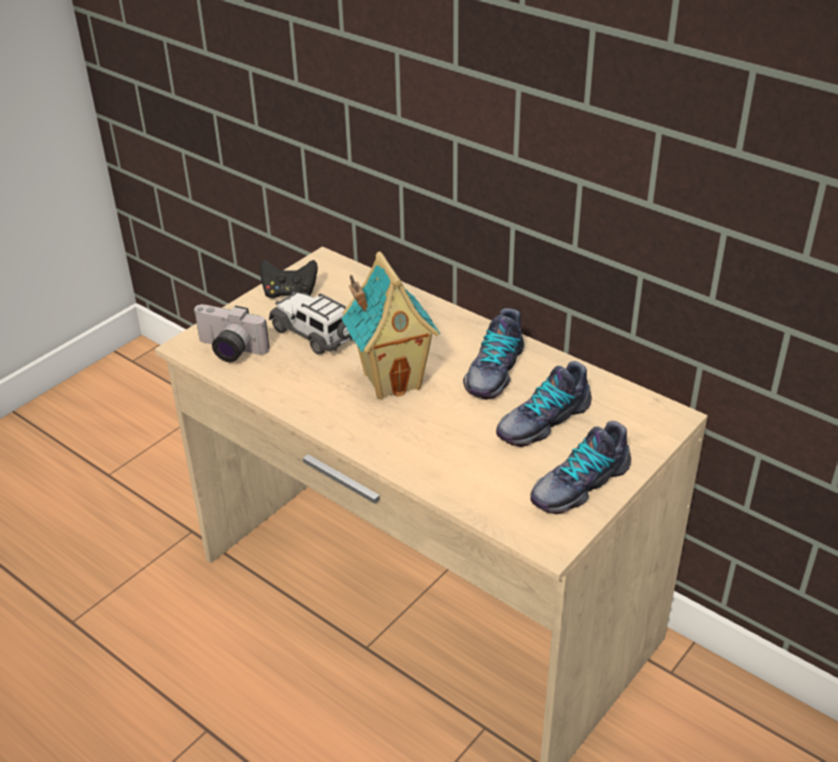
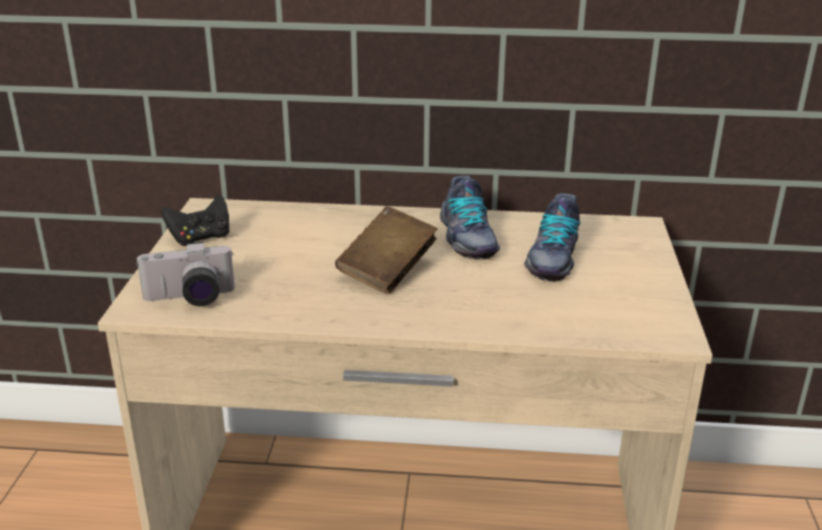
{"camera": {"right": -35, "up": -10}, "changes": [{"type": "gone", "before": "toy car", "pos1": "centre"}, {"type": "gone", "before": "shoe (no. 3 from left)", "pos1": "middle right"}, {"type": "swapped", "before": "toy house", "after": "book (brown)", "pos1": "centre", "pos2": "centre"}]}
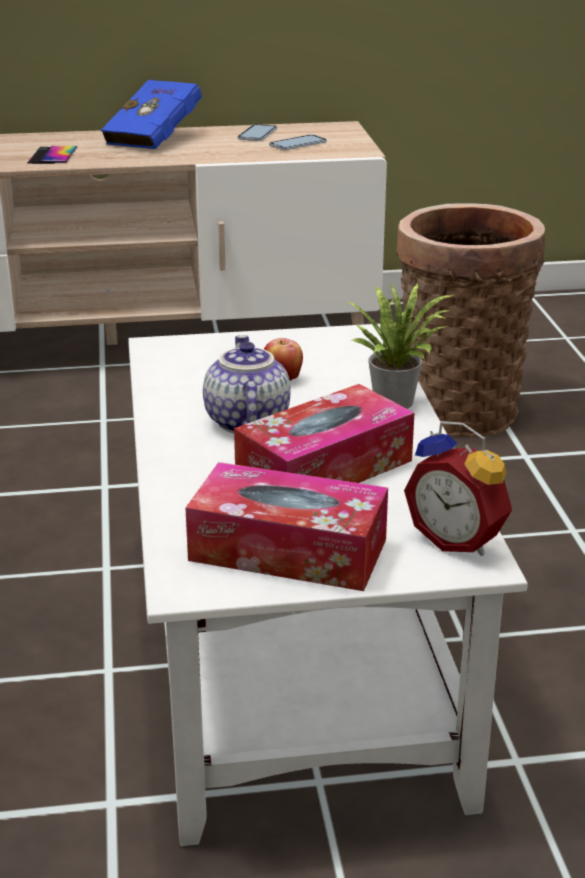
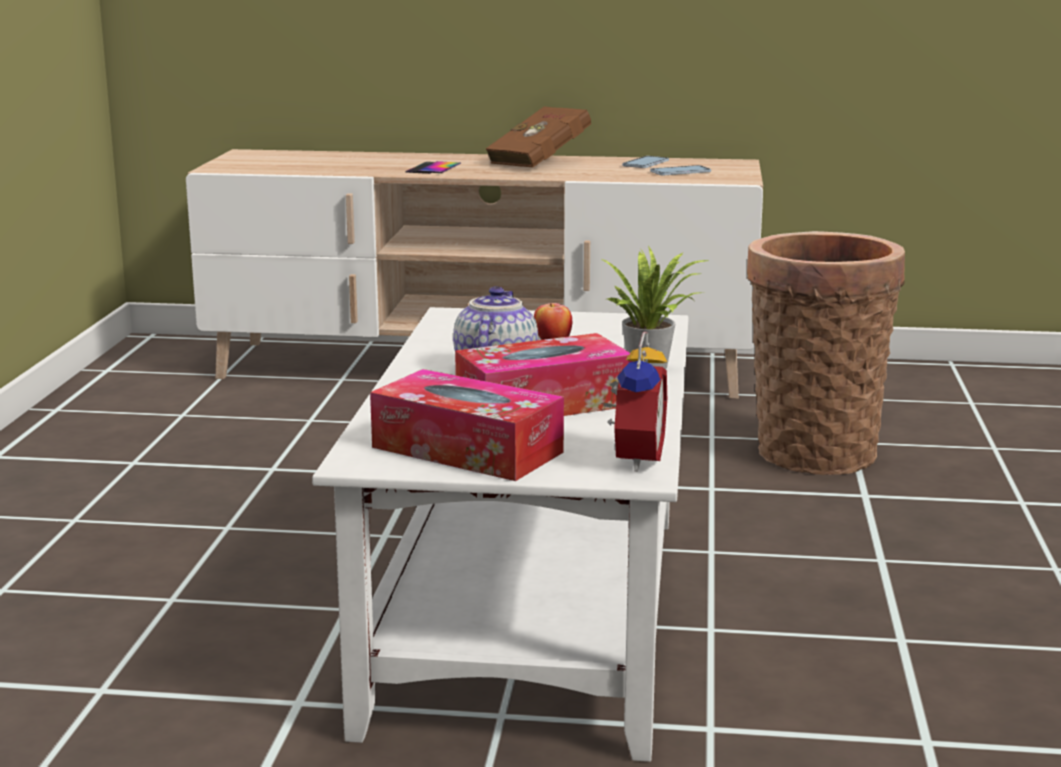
{"camera": {"right": 15, "up": -10}, "changes": [{"type": "repainted", "before": "book (blue)", "after": "book (brown)", "pos1": "top left", "pos2": "top centre"}, {"type": "rotated", "before": "alarm clock", "pos1": "middle right", "pos2": "centre", "turn": -135}]}
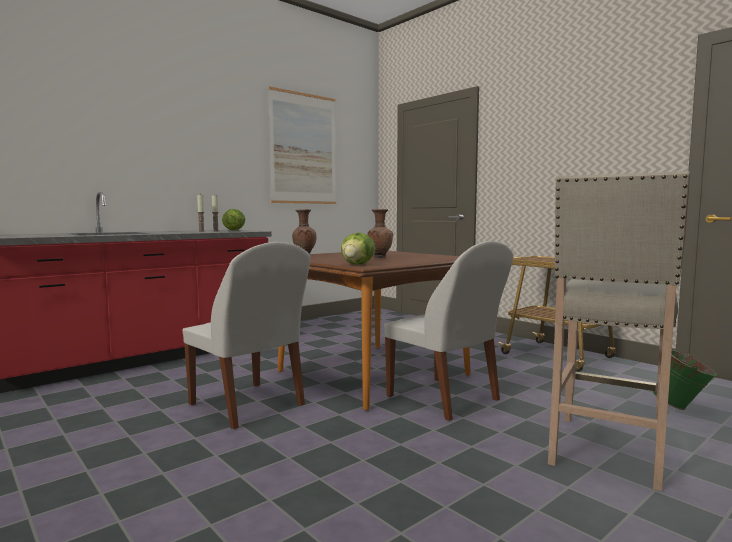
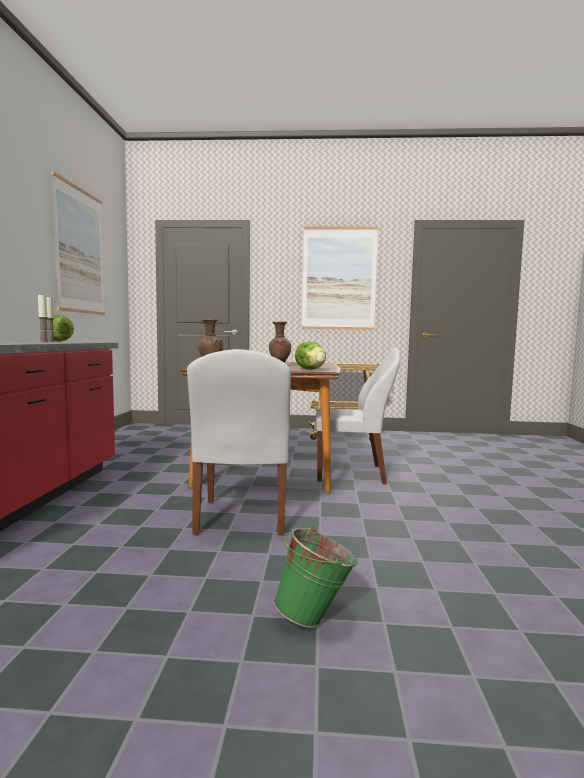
{"camera": {"right": -45, "up": 0}, "changes": [{"type": "gone", "before": "stool (beige)", "pos1": "middle right"}, {"type": "new", "after": "picture (no. 2 from left)", "pos2": "centre"}, {"type": "shifted", "before": "bucket (green)", "pos1": "bottom right", "pos2": "bottom centre"}, {"type": "rotated", "before": "chair (white) (no. 1 from left)", "pos1": "centre", "pos2": "centre", "turn": 90}]}
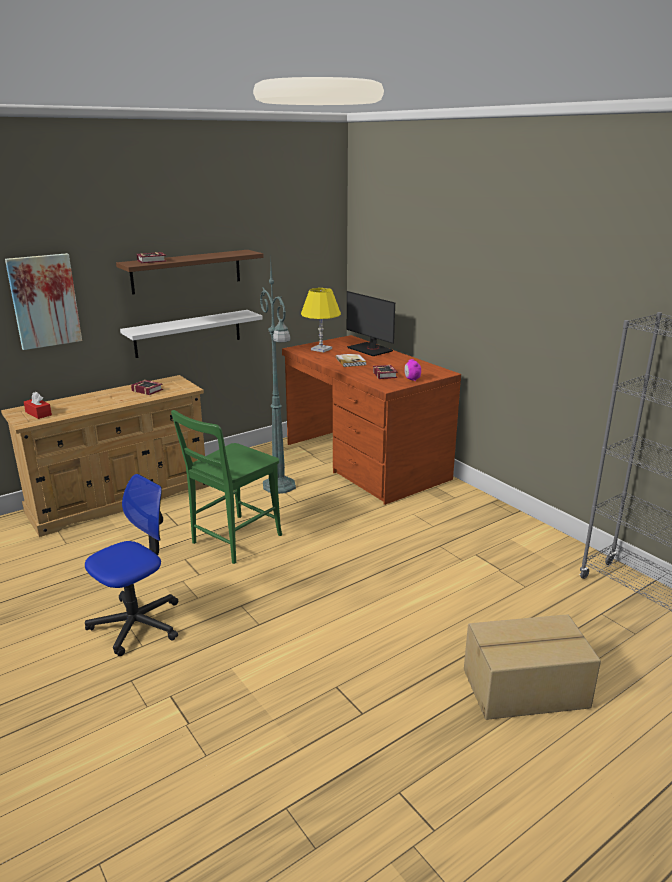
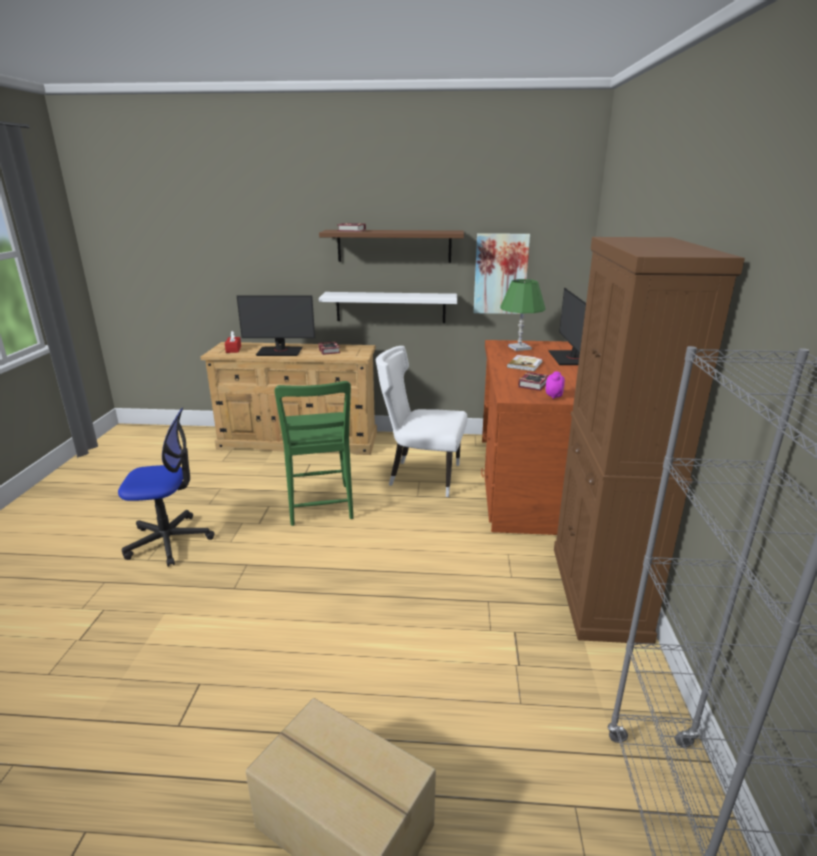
{"camera": {"right": 40, "up": 0}, "changes": [{"type": "new", "after": "monitor (no. 1 from left)", "pos2": "centre"}, {"type": "new", "after": "cabinet (brown)", "pos2": "middle right"}, {"type": "shifted", "before": "picture", "pos1": "middle left", "pos2": "top centre"}, {"type": "swapped", "before": "floor lamp (green)", "after": "chair (white)", "pos1": "centre", "pos2": "centre"}, {"type": "repainted", "before": "table lamp (yellow)", "after": "table lamp (green)", "pos1": "centre", "pos2": "centre"}, {"type": "rotated", "before": "chair (green)", "pos1": "centre", "pos2": "centre", "turn": -90}]}
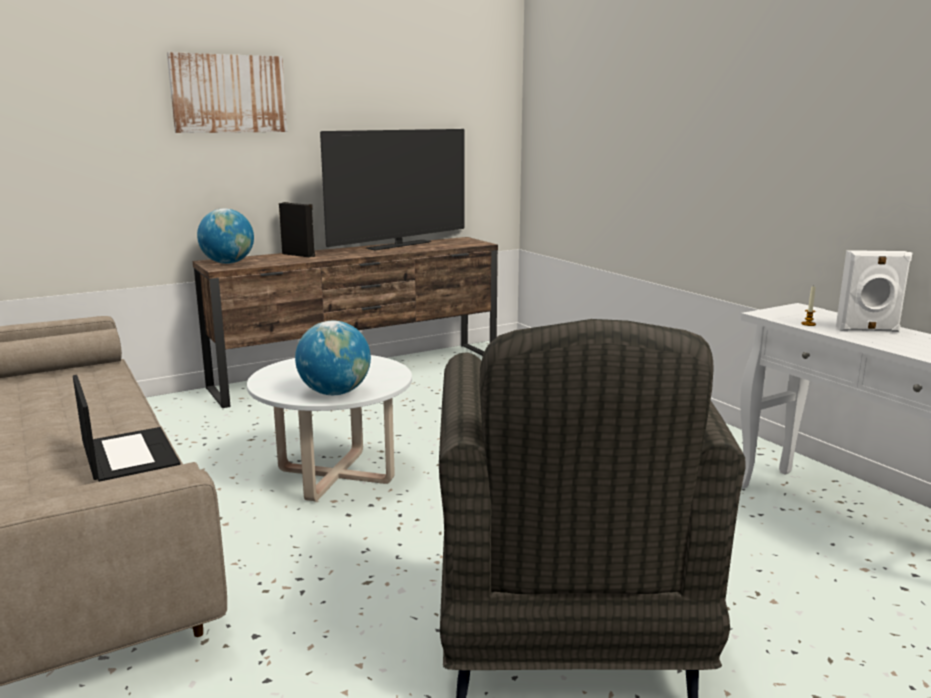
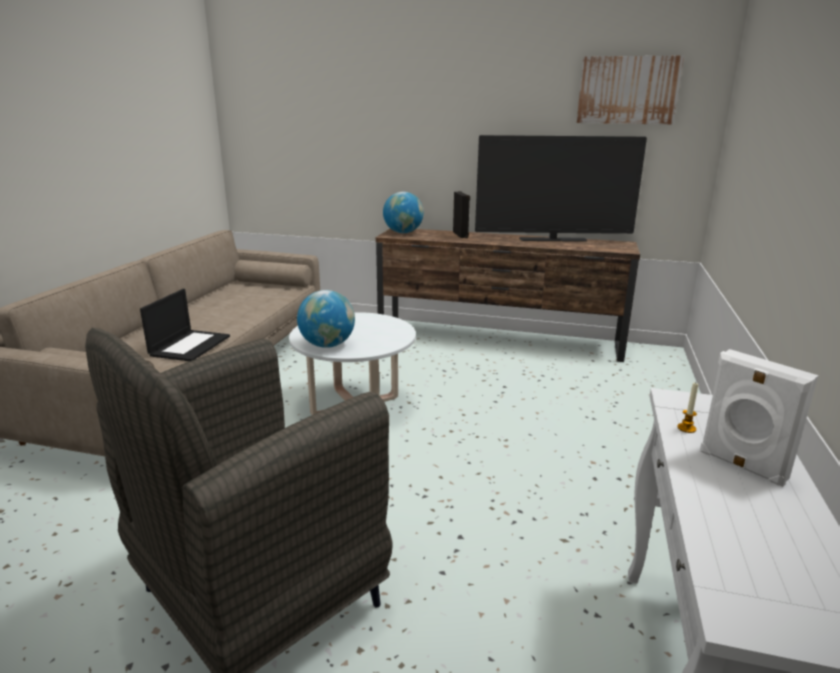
{"camera": {"right": 45, "up": 5}, "changes": [{"type": "shifted", "before": "picture", "pos1": "top left", "pos2": "top right"}]}
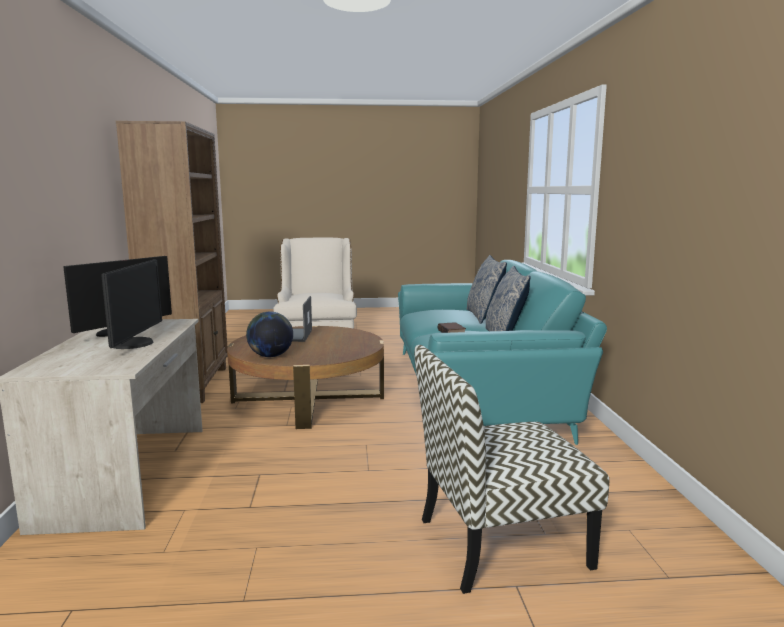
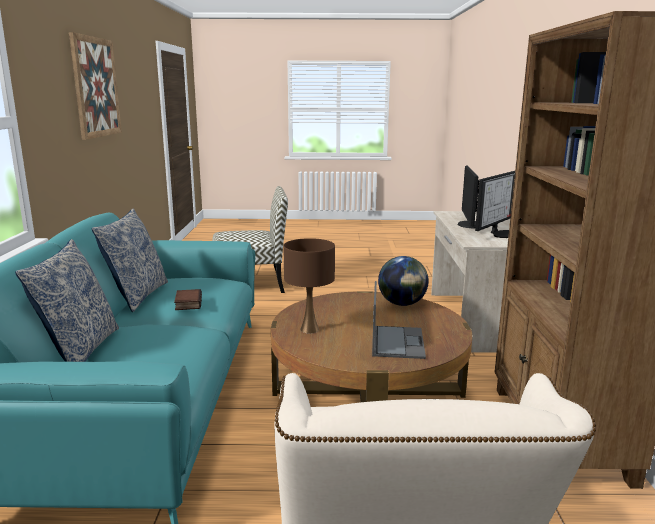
{"camera": {"right": -175, "up": 5}, "changes": [{"type": "new", "after": "picture", "pos2": "top left"}, {"type": "new", "after": "table lamp (brown)", "pos2": "centre"}]}
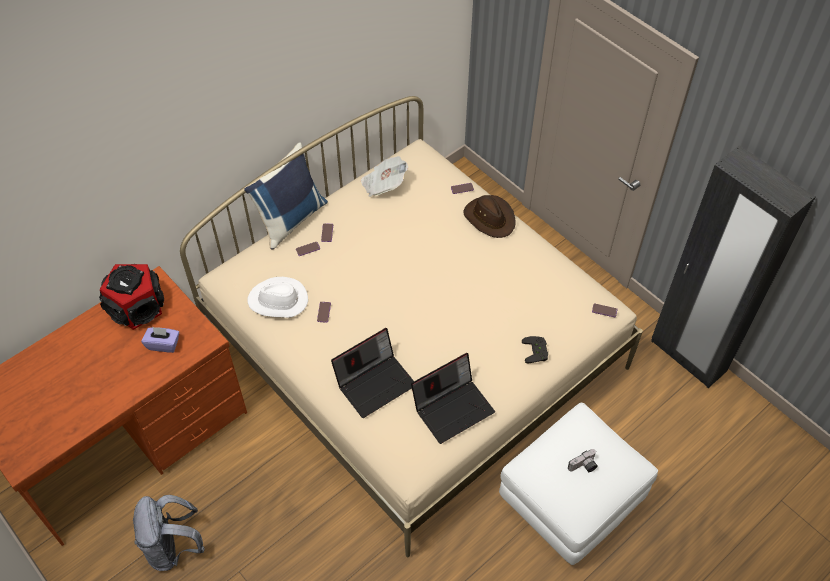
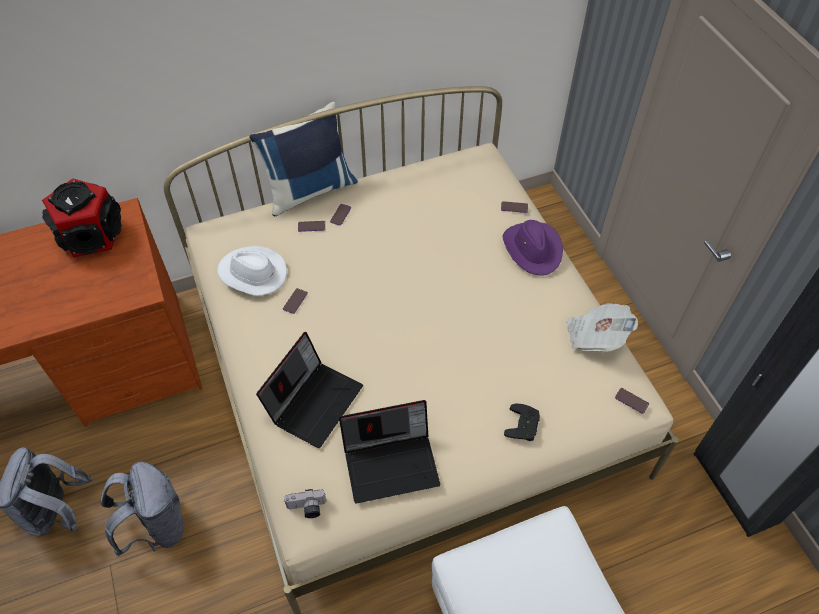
{"camera": {"right": 20, "up": 0}, "changes": [{"type": "gone", "before": "tissue box (purple)", "pos1": "middle left"}, {"type": "new", "after": "backpack (grey) (no. 2 from left)", "pos2": "bottom left"}, {"type": "shifted", "before": "newspaper", "pos1": "top centre", "pos2": "middle right"}, {"type": "shifted", "before": "photo camera", "pos1": "bottom right", "pos2": "bottom centre"}, {"type": "repainted", "before": "hat (brown)", "after": "hat (purple)", "pos1": "centre", "pos2": "centre"}, {"type": "rotated", "before": "laptop (no. 1 from left)", "pos1": "centre", "pos2": "centre", "turn": -45}]}
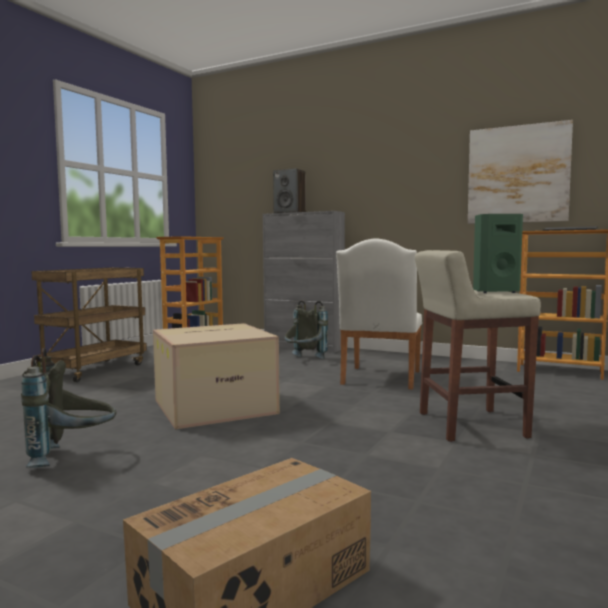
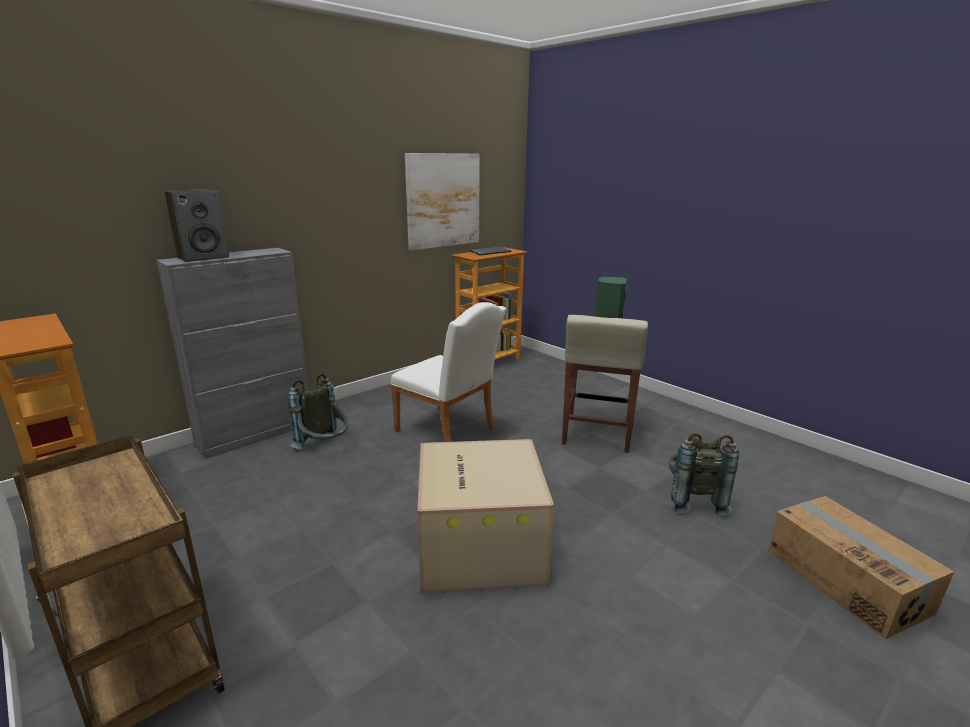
{"camera": {"right": -70, "up": 15}, "changes": [{"type": "shifted", "before": "backpack (grey) (no. 1 from left in the first image)", "after": "backpack (grey) (no. 2 from left)", "pos1": "bottom left", "pos2": "middle right"}]}
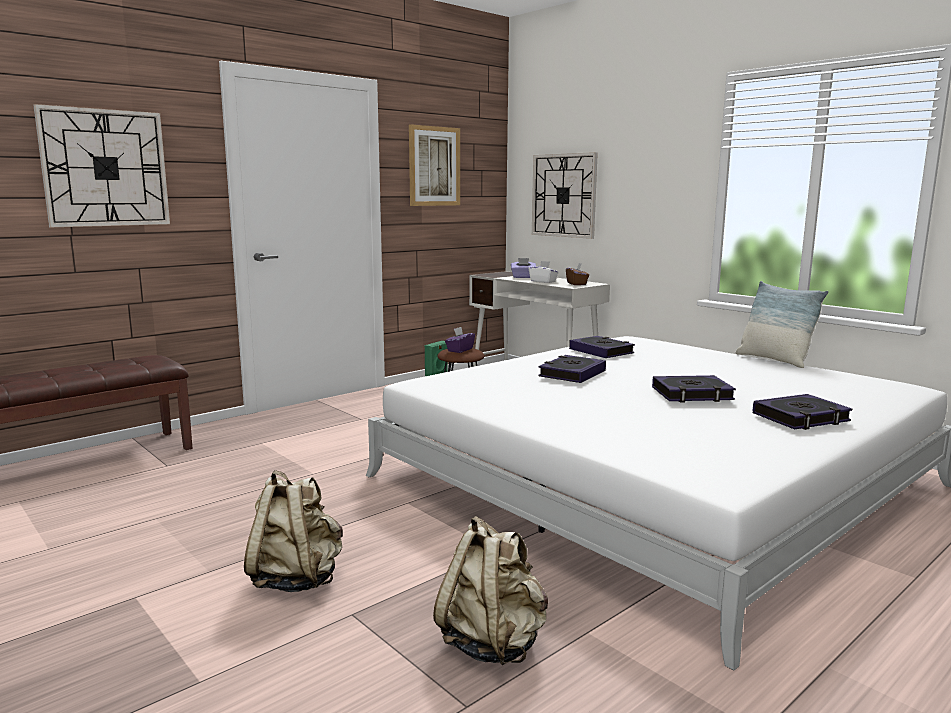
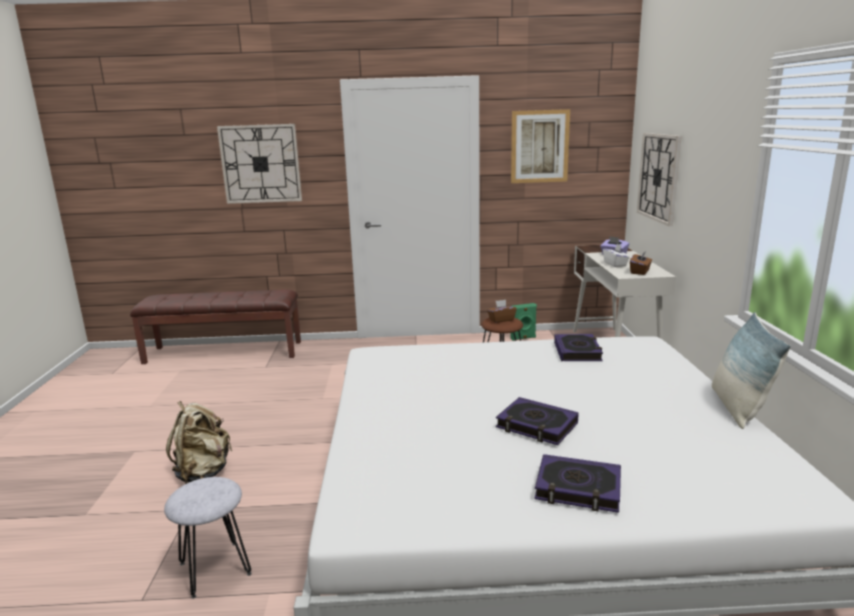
{"camera": {"right": 40, "up": 5}, "changes": [{"type": "gone", "before": "book (no. 1 from left)", "pos1": "centre"}, {"type": "swapped", "before": "backpack (beige) (no. 2 from left)", "after": "stool (grey)", "pos1": "bottom centre", "pos2": "bottom left"}, {"type": "repainted", "before": "tissue box (purple) (no. 1 from left)", "after": "tissue box (brown) (no. 1 from left)", "pos1": "centre", "pos2": "centre"}]}
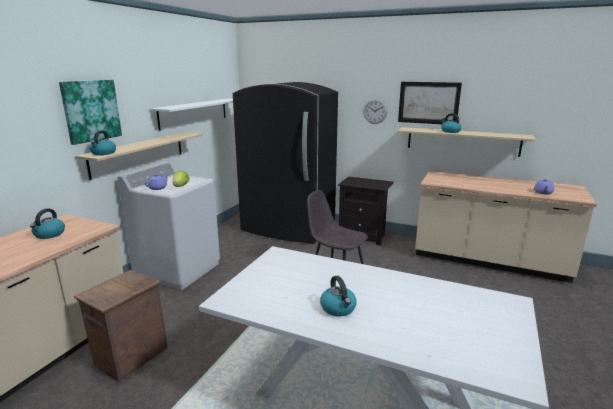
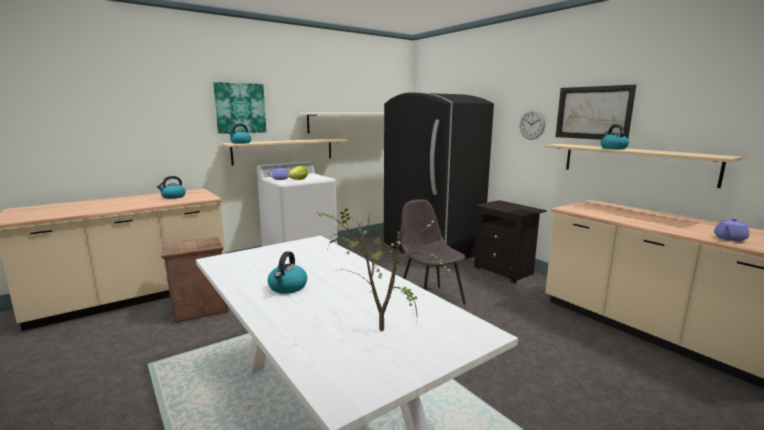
{"camera": {"right": 30, "up": -5}, "changes": [{"type": "new", "after": "potted plant", "pos2": "centre"}]}
